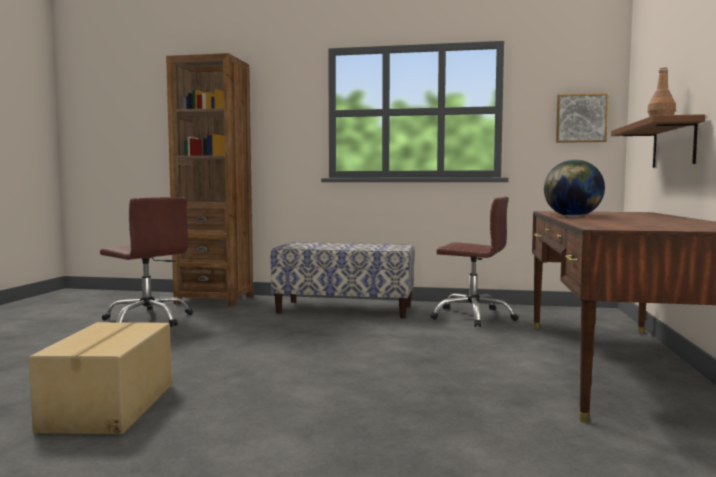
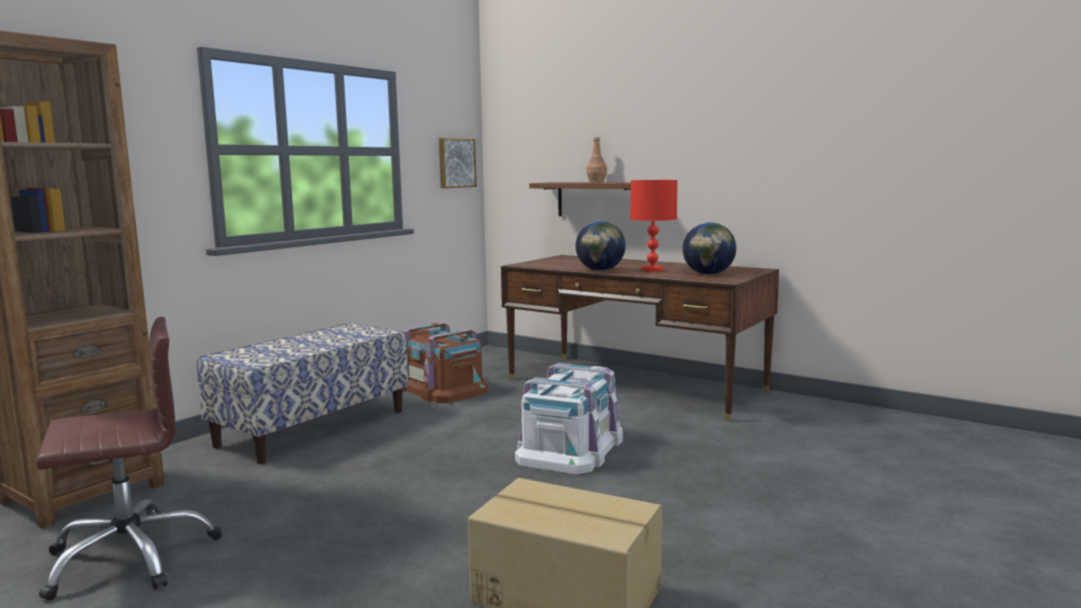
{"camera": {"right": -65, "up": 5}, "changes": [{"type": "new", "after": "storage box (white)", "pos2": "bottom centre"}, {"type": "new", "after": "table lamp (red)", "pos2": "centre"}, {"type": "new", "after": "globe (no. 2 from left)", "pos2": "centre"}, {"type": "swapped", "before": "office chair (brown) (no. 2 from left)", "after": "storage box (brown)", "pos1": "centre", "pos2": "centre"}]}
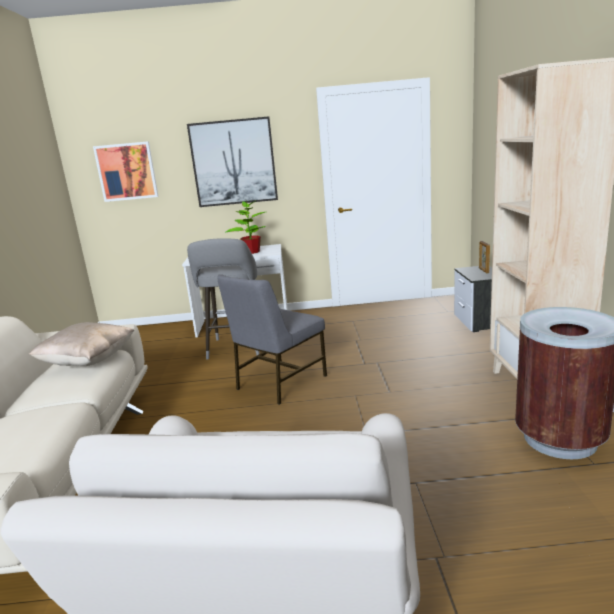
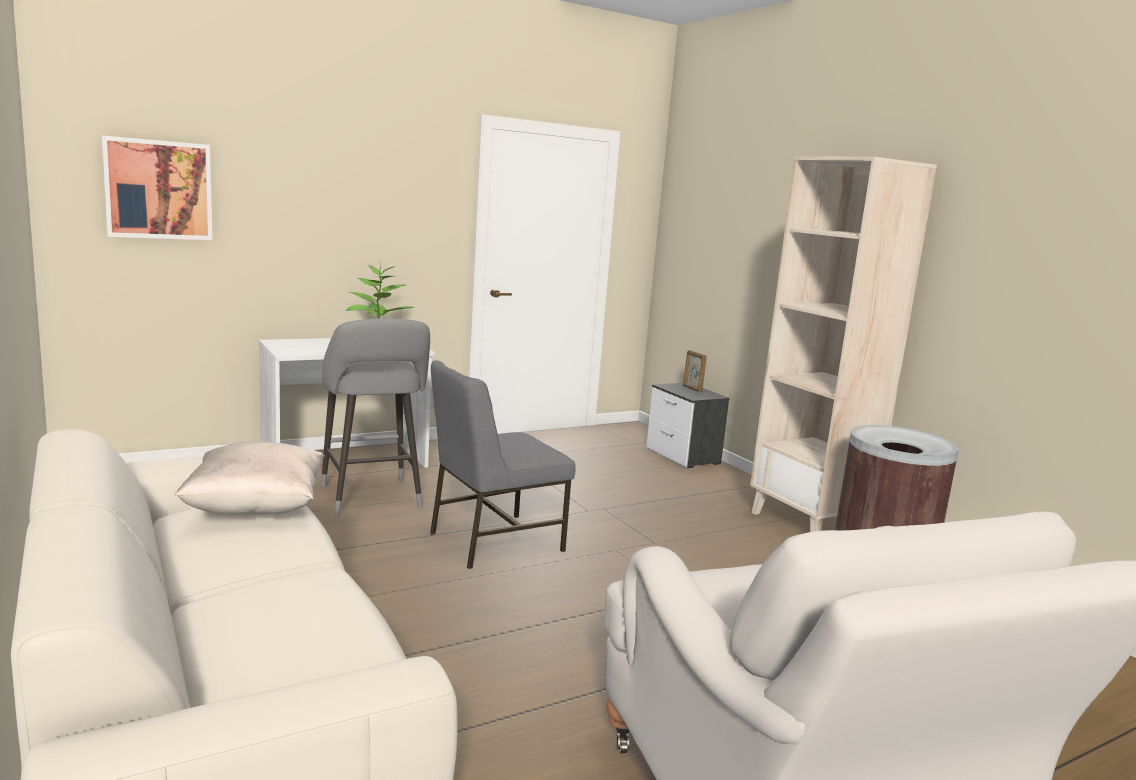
{"camera": {"right": -30, "up": -5}, "changes": [{"type": "gone", "before": "picture (no. 2 from left)", "pos1": "top centre"}, {"type": "rotated", "before": "chair (grey)", "pos1": "centre", "pos2": "centre", "turn": 45}]}
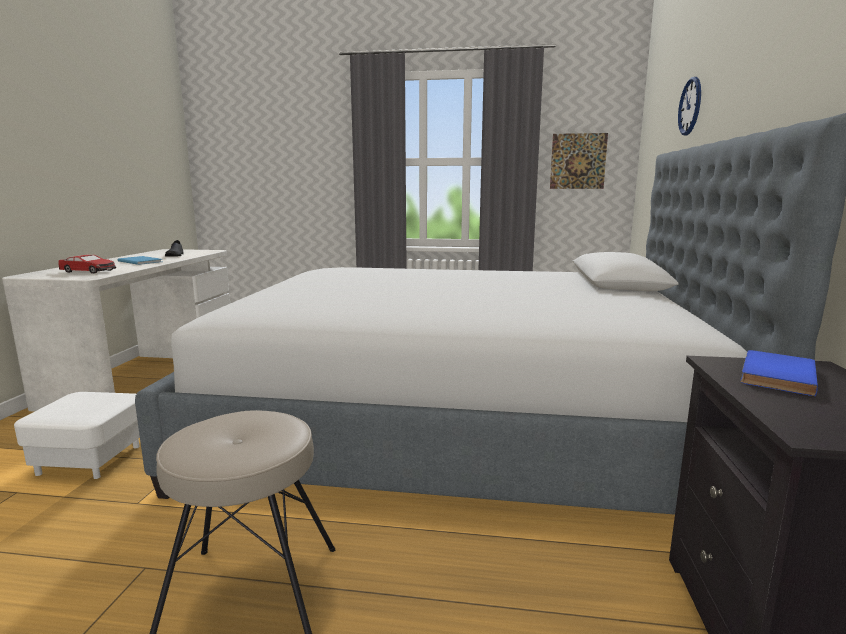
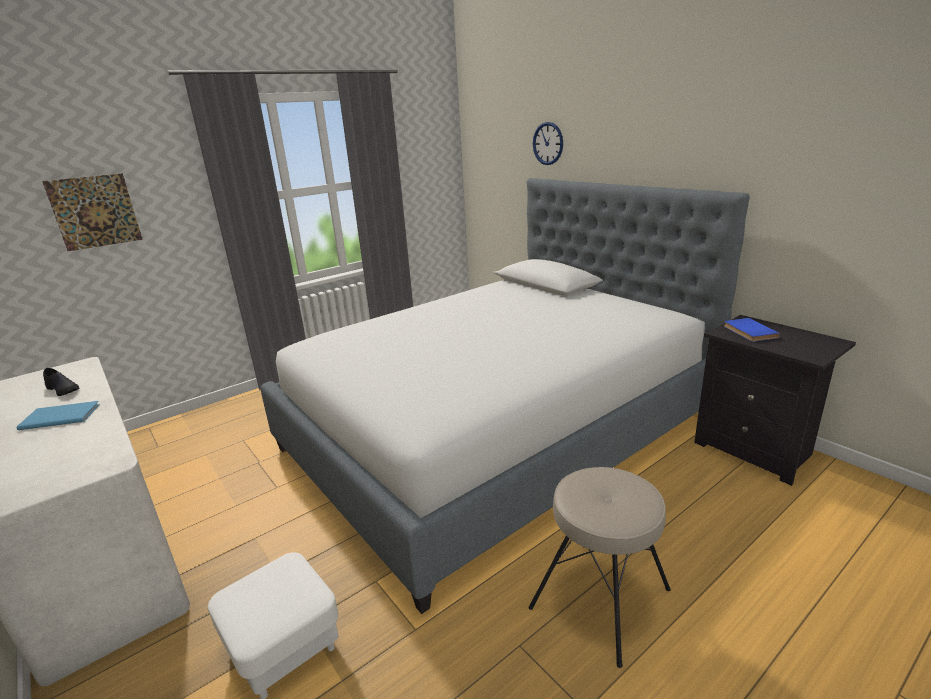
{"camera": {"right": -45, "up": 10}, "changes": [{"type": "gone", "before": "toy car", "pos1": "middle left"}, {"type": "shifted", "before": "picture", "pos1": "top right", "pos2": "top left"}]}
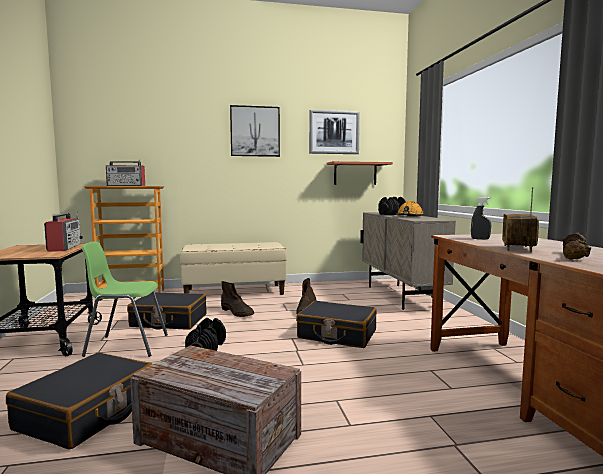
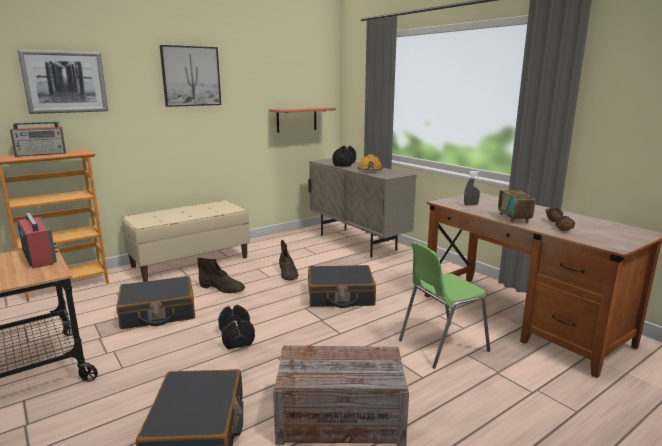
{"camera": {"right": -25, "up": 10}, "changes": [{"type": "shifted", "before": "chair (green)", "pos1": "middle left", "pos2": "bottom right"}, {"type": "shifted", "before": "picture (no. 2 from left in the first image)", "after": "picture (no. 1 from left)", "pos1": "top centre", "pos2": "top left"}]}
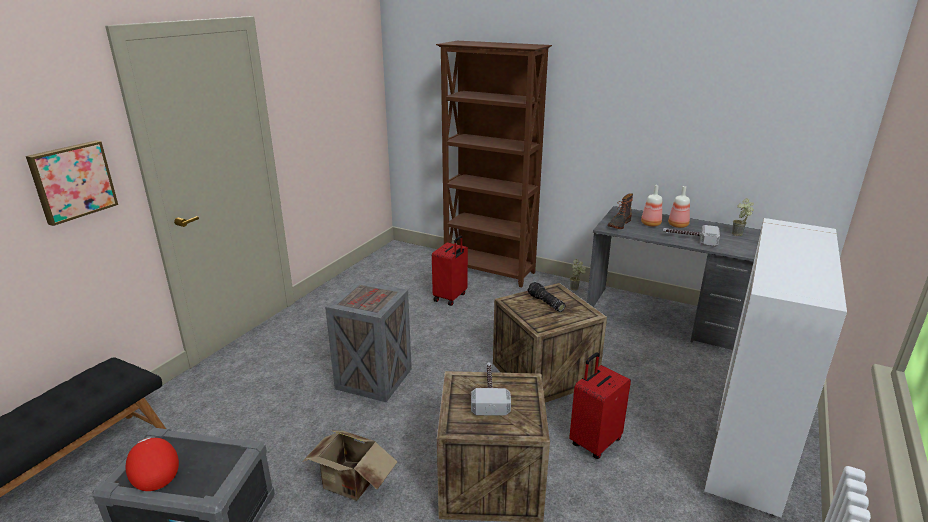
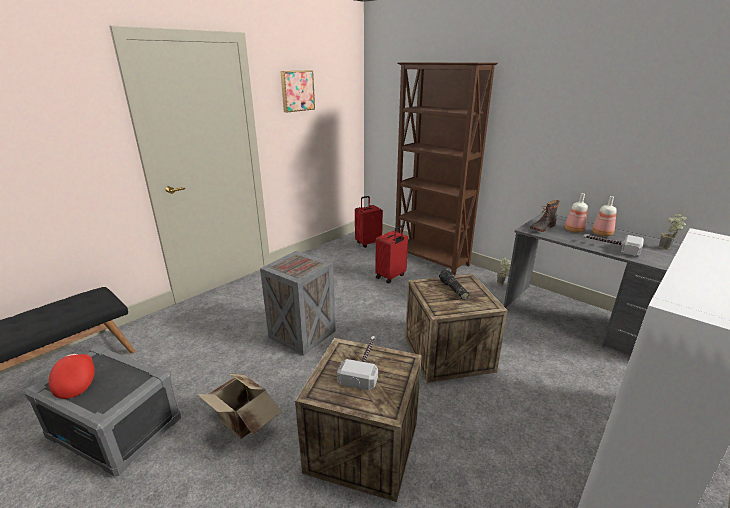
{"camera": {"right": 15, "up": 0}, "changes": [{"type": "shifted", "before": "picture", "pos1": "middle left", "pos2": "top centre"}, {"type": "shifted", "before": "suitcase (red) (no. 2 from left in the first image)", "after": "suitcase (red) (no. 1 from left)", "pos1": "bottom centre", "pos2": "centre"}]}
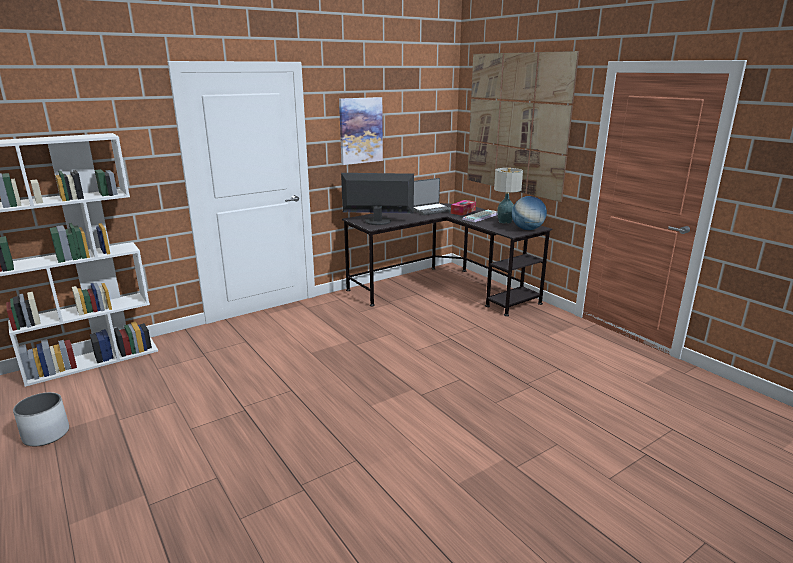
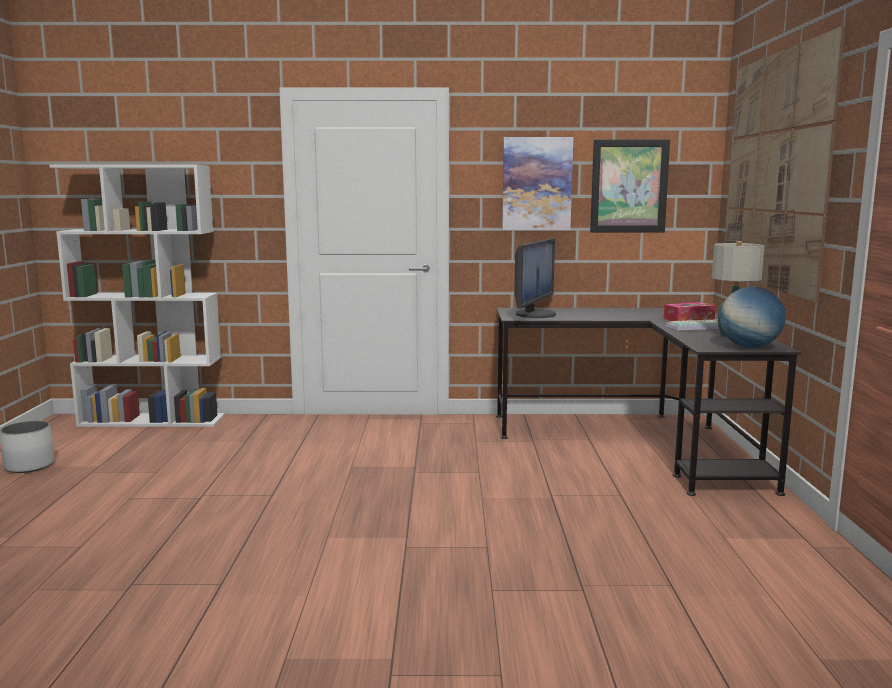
{"camera": {"right": 35, "up": -10}, "changes": [{"type": "gone", "before": "laptop", "pos1": "centre"}, {"type": "new", "after": "picture (no. 2 from left)", "pos2": "top right"}, {"type": "rotated", "before": "monitor", "pos1": "centre", "pos2": "centre", "turn": 75}]}
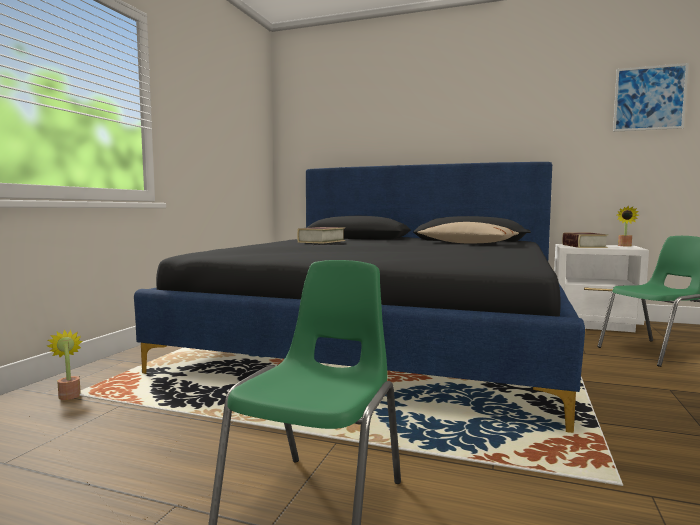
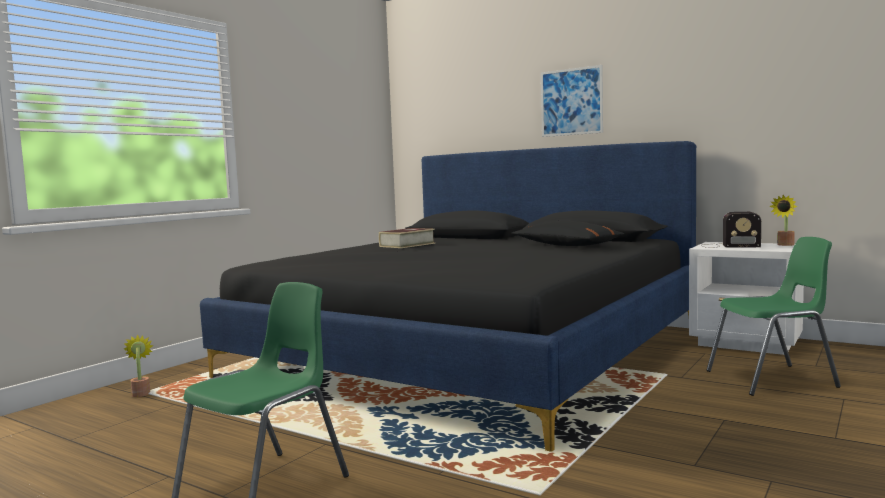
{"camera": {"right": 15, "up": 0}, "changes": [{"type": "shifted", "before": "picture", "pos1": "top right", "pos2": "top centre"}, {"type": "swapped", "before": "book (no. 2 from left)", "after": "radio", "pos1": "middle right", "pos2": "middle right"}, {"type": "repainted", "before": "pillow (beige)", "after": "pillow (black)", "pos1": "middle right", "pos2": "centre"}]}
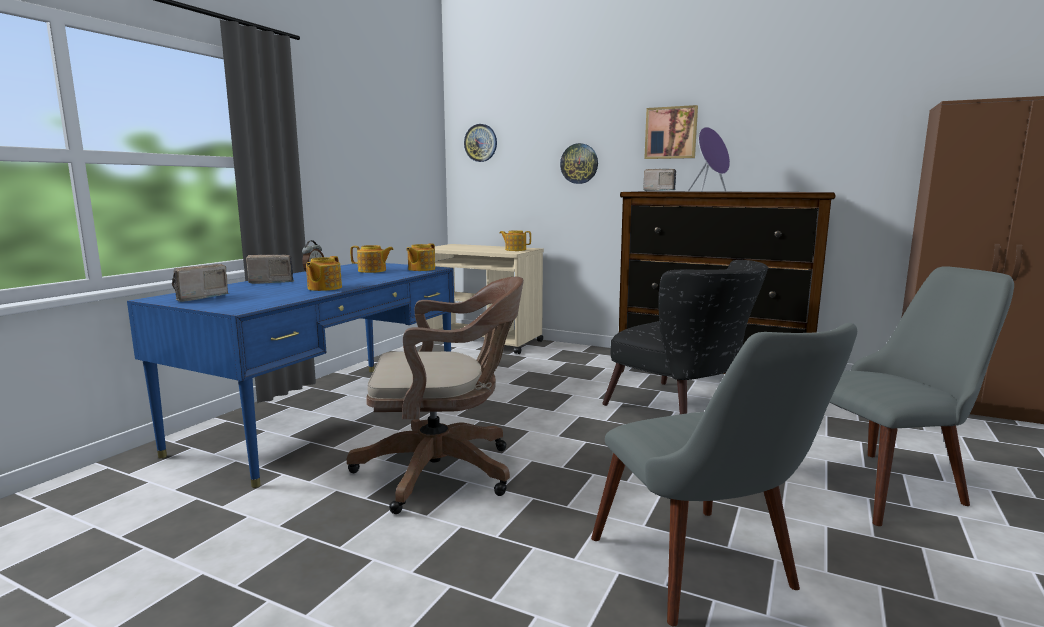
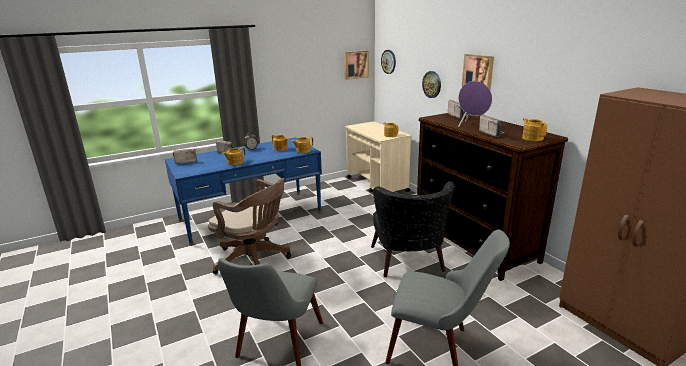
{"camera": {"right": 35, "up": 10}, "changes": [{"type": "new", "after": "picture (no. 1 from left)", "pos2": "top centre"}, {"type": "new", "after": "radio (no. 4 from left)", "pos2": "middle right"}, {"type": "new", "after": "teapot (no. 5 from left)", "pos2": "middle right"}]}
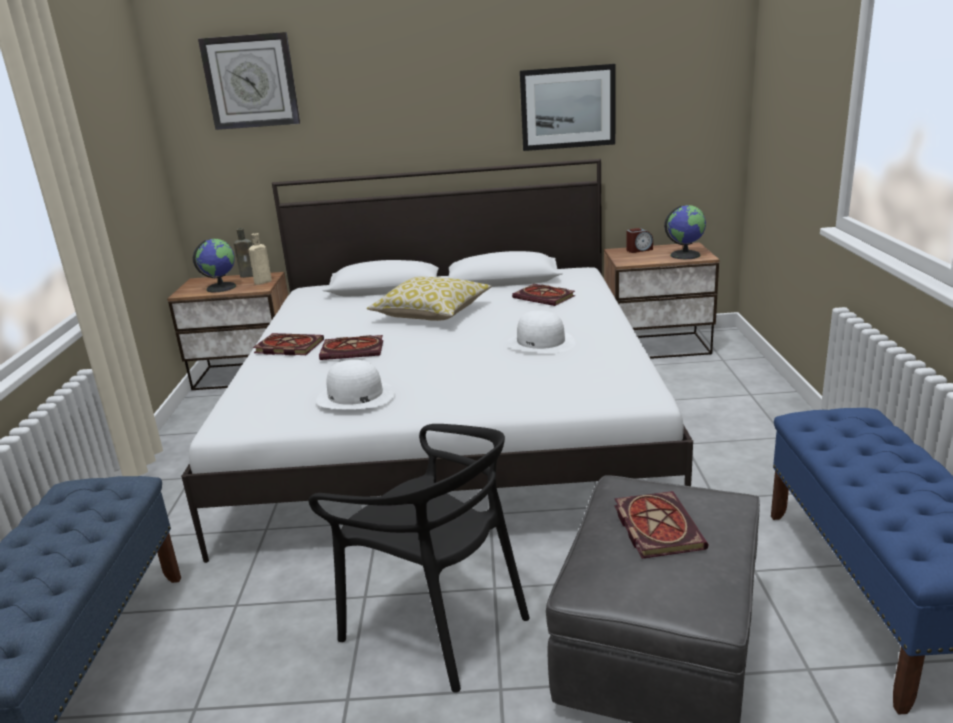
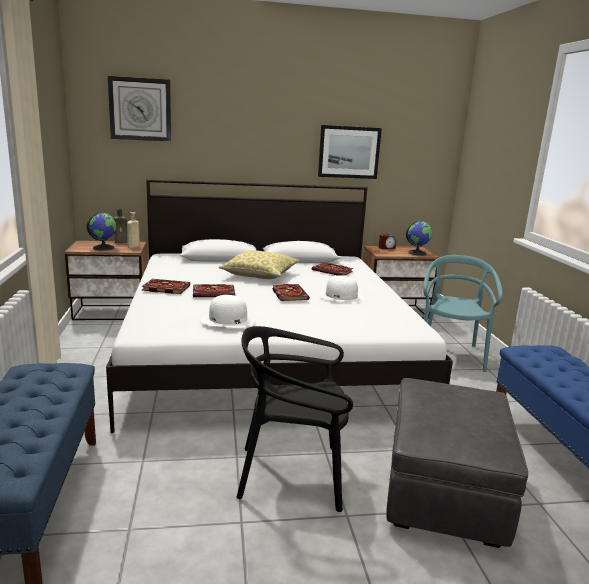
{"camera": {"right": -10, "up": -5}, "changes": [{"type": "new", "after": "chair (turquoise)", "pos2": "middle right"}, {"type": "shifted", "before": "book (no. 4 from left in the first image)", "after": "book (no. 3 from left)", "pos1": "bottom right", "pos2": "centre"}, {"type": "rotated", "before": "chair (black)", "pos1": "bottom centre", "pos2": "bottom centre", "turn": 150}]}
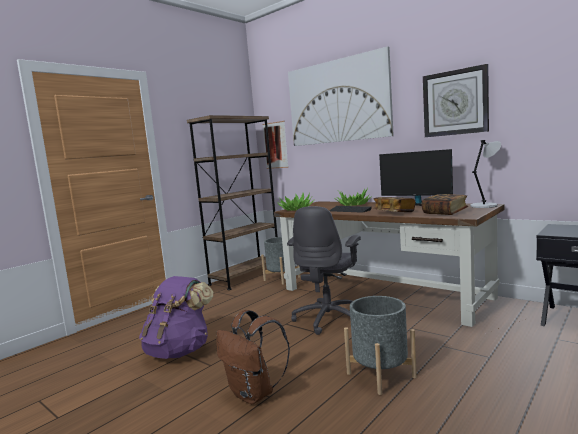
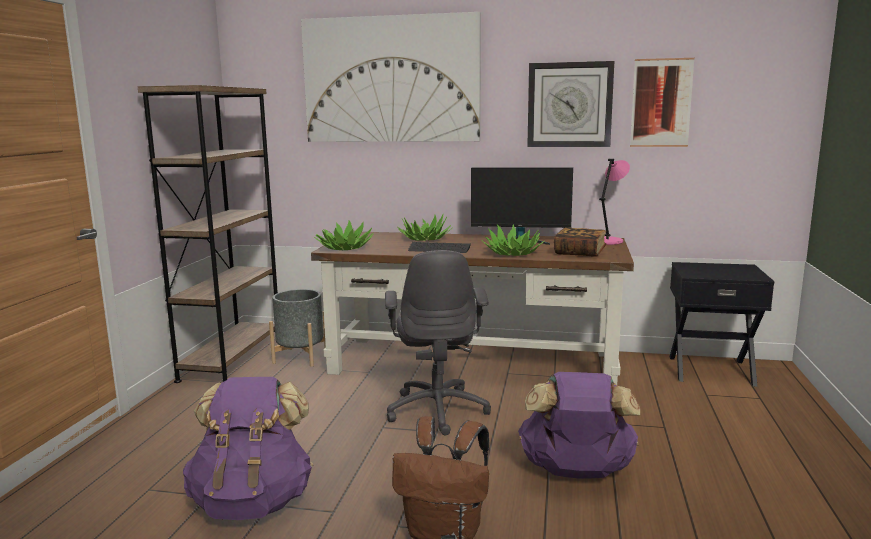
{"camera": {"right": -30, "up": 5}, "changes": [{"type": "shifted", "before": "picture (no. 1 from left in the first image)", "after": "picture (no. 2 from left)", "pos1": "centre", "pos2": "top right"}, {"type": "swapped", "before": "planter (grey) (no. 2 from left)", "after": "backpack (purple) (no. 2 from left)", "pos1": "bottom centre", "pos2": "bottom centre"}, {"type": "swapped", "before": "book (no. 1 from left)", "after": "potted plant (no. 3 from left)", "pos1": "middle right", "pos2": "centre"}, {"type": "repainted", "before": "table lamp (grey)", "after": "table lamp (pink)", "pos1": "middle right", "pos2": "middle right"}]}
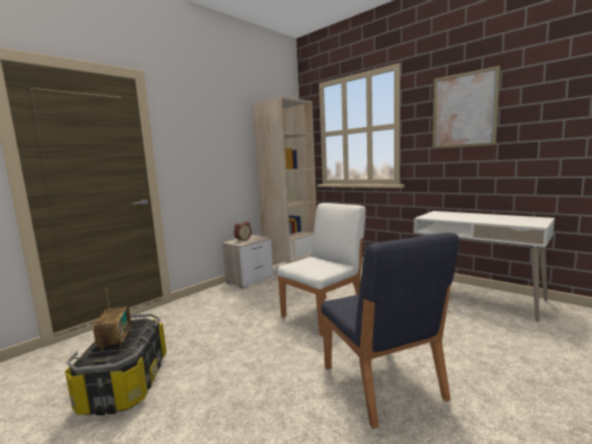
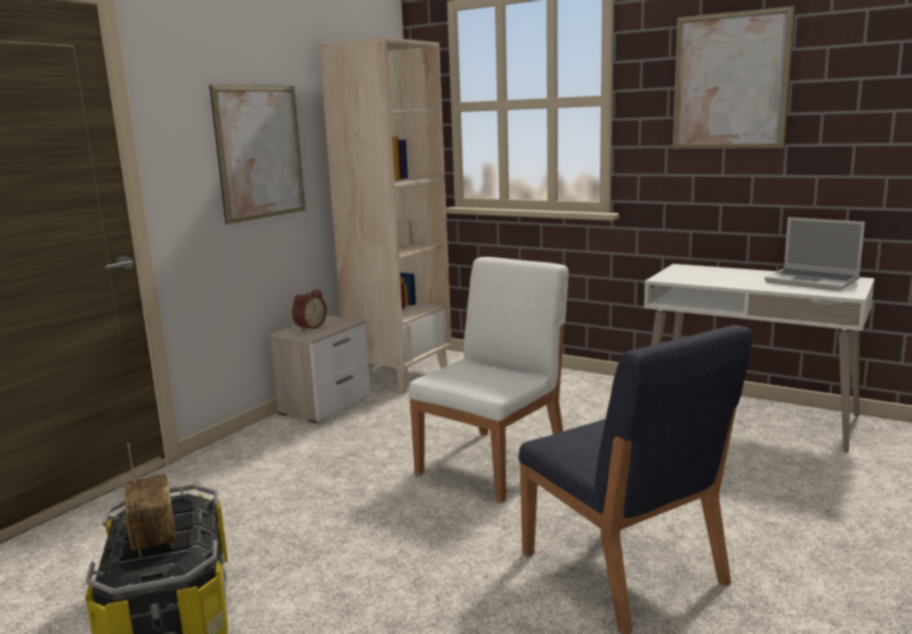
{"camera": {"right": -10, "up": 5}, "changes": [{"type": "new", "after": "picture (no. 1 from left)", "pos2": "top left"}, {"type": "new", "after": "laptop", "pos2": "middle right"}]}
